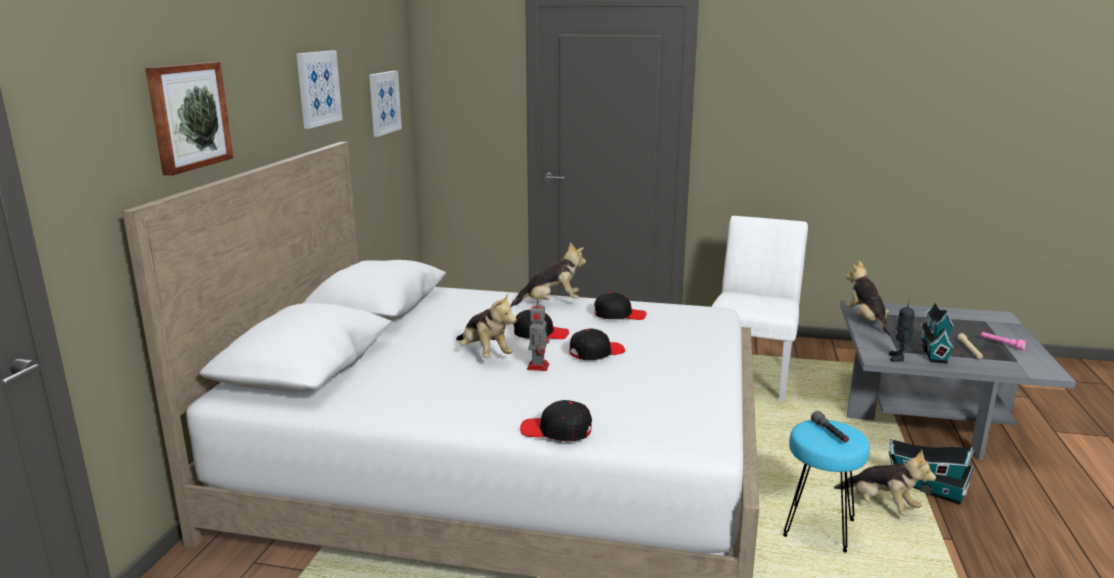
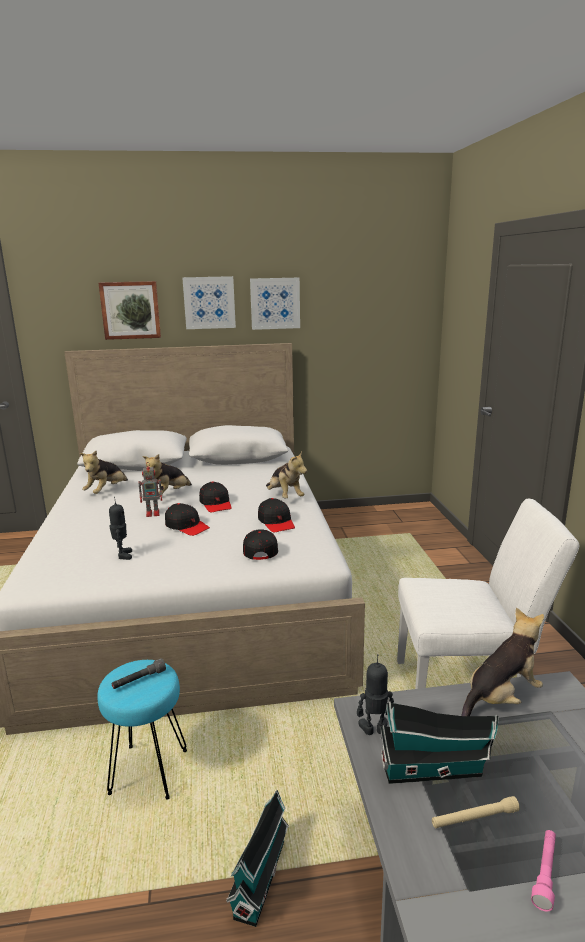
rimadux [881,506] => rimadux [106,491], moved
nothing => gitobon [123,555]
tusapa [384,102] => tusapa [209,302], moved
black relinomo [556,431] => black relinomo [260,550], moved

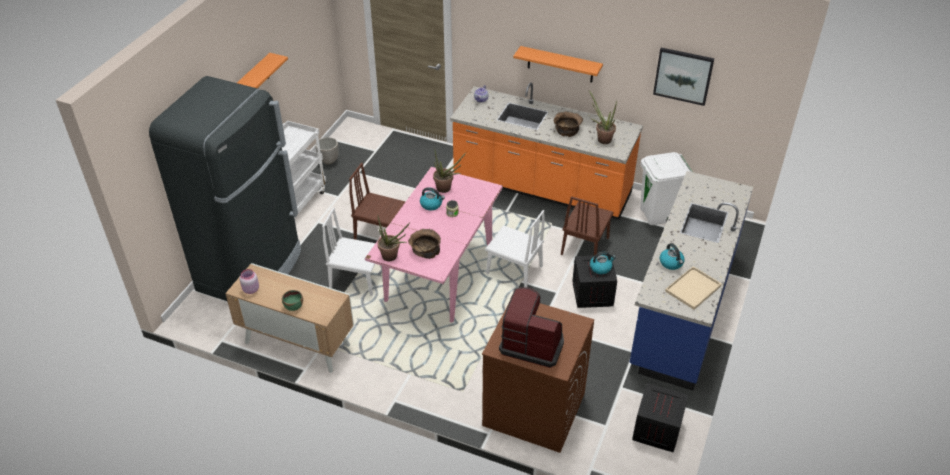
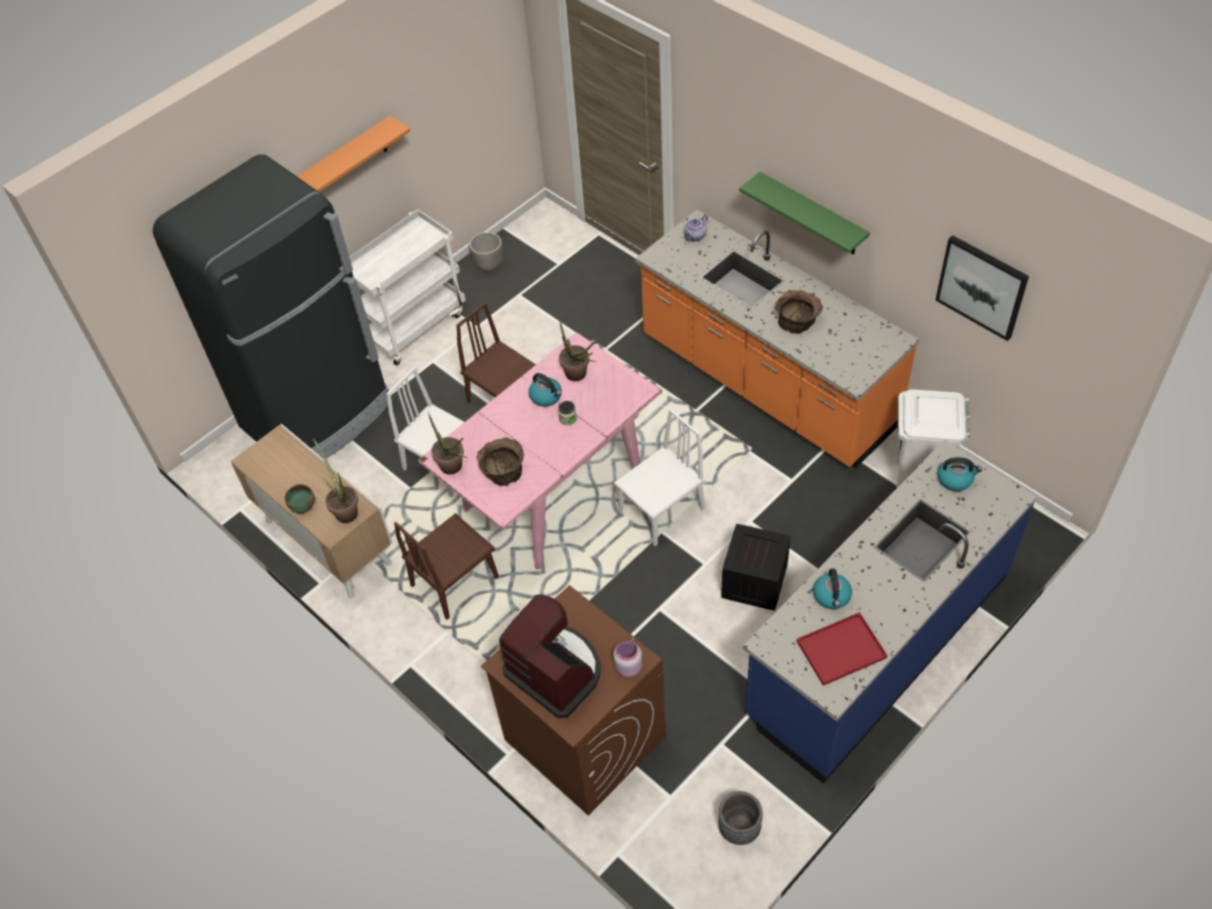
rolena [601,139] => rolena [344,510], moved
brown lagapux [585,246] => brown lagapux [455,581], moved
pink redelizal [250,289] => pink redelizal [627,667], moved
white lagapux [514,270] => white lagapux [661,510], 90 degrees counterclockwise
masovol [657,430] => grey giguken [739,828]
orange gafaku [560,64] => green gafaku [812,215]
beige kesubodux [693,289] => red kesubodux [840,651]
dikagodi [601,267] => dikagodi [955,479], moved

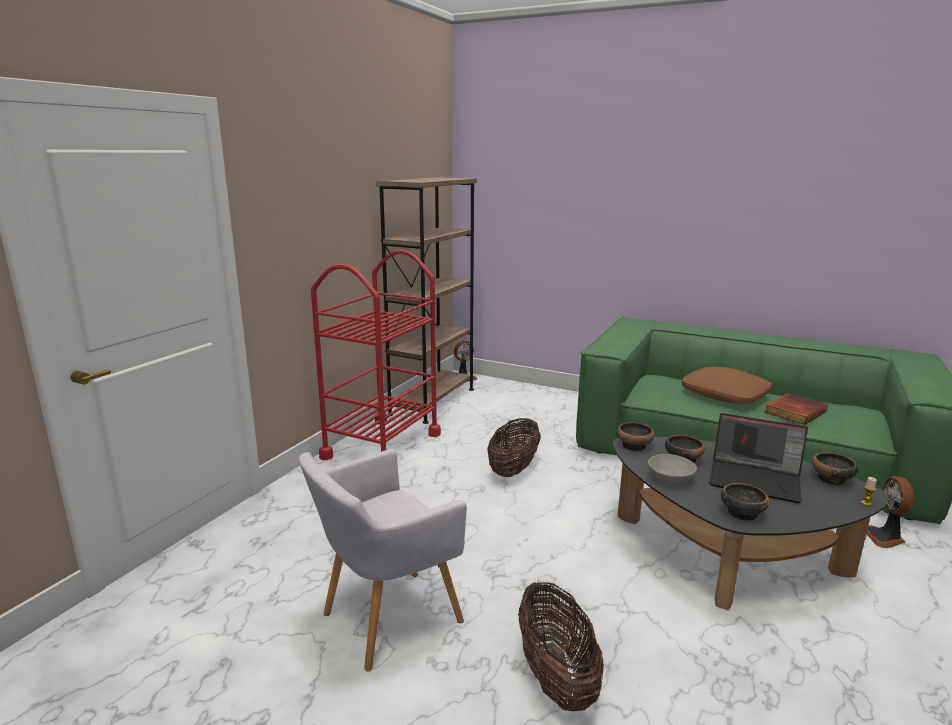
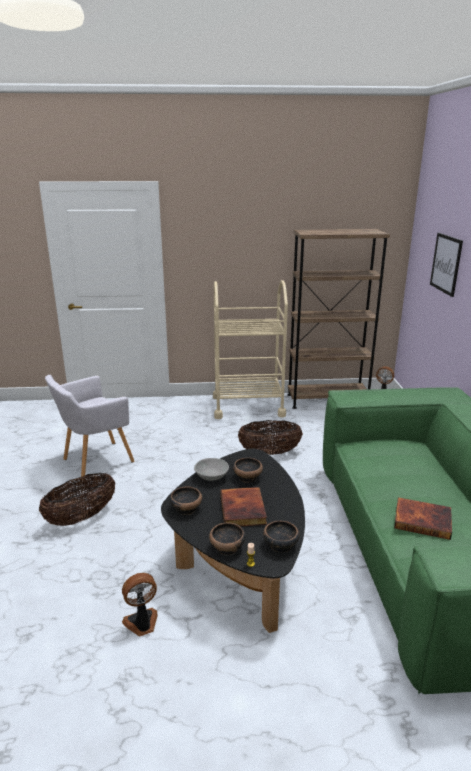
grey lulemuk [386,619] => grey lulemuk [95,461], 60 degrees counterclockwise
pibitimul [884,537] => pibitimul [142,623], moved
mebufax [634,446] => mebufax [227,547], moved
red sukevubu [382,445] => beige sukevubu [248,406]
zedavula [756,479] => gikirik [244,510]
nothing => tusapa [446,264]
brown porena [725,395] => nothing

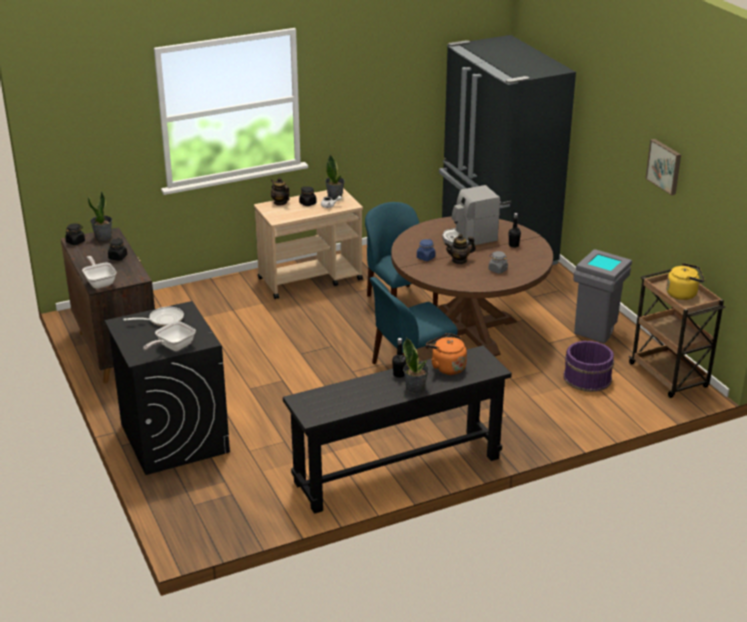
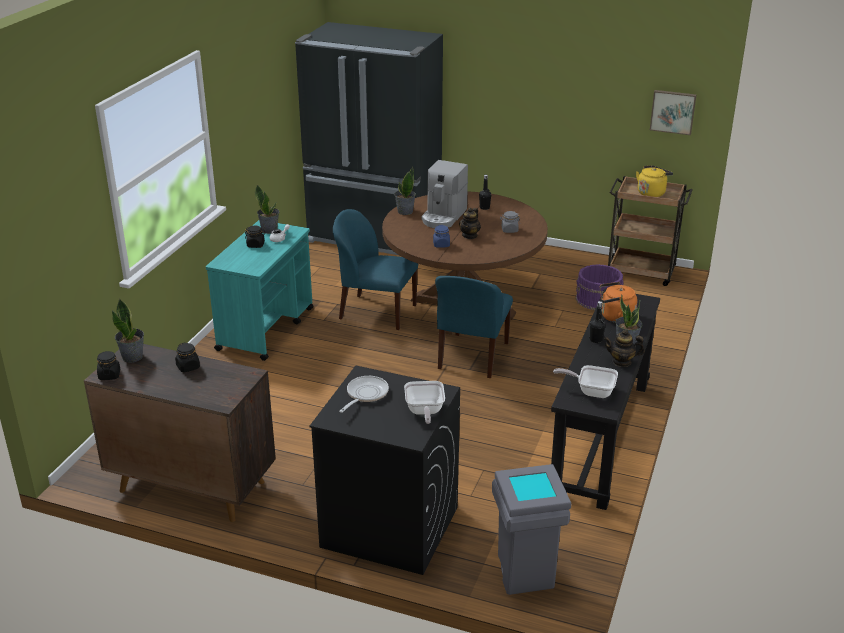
beige sukevubu [311,279] => turquoise sukevubu [266,328]
nothing => rolena [405,211]
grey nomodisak [596,331] => grey nomodisak [524,574], moved
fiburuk [100,282] => fiburuk [591,391], moved
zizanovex [280,202] => zizanovex [622,362], moved
tusapa [665,166] => tusapa [673,111], moved

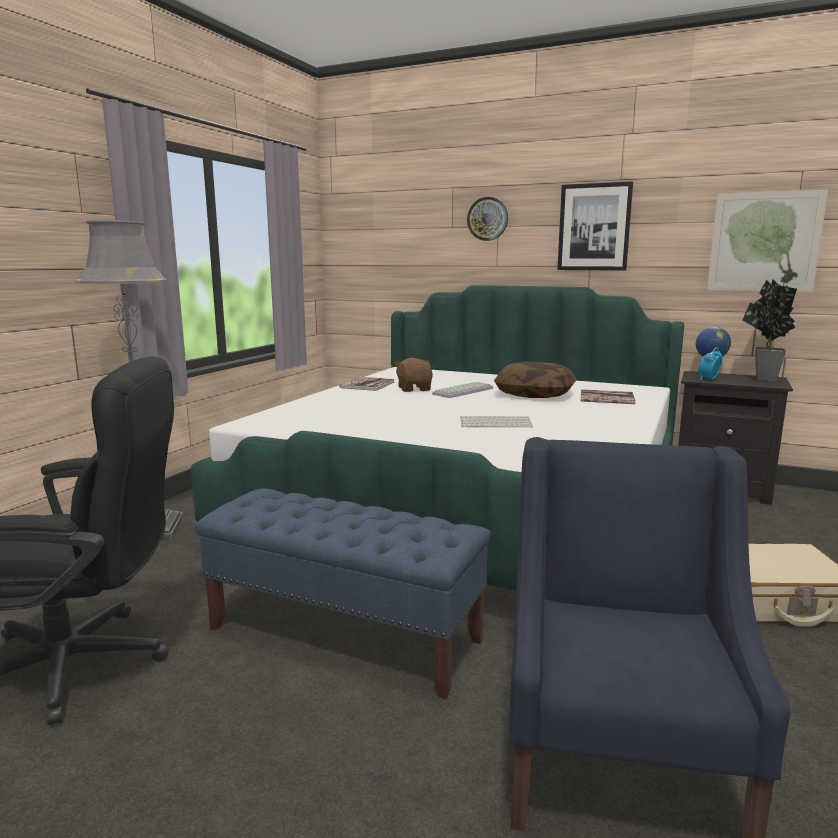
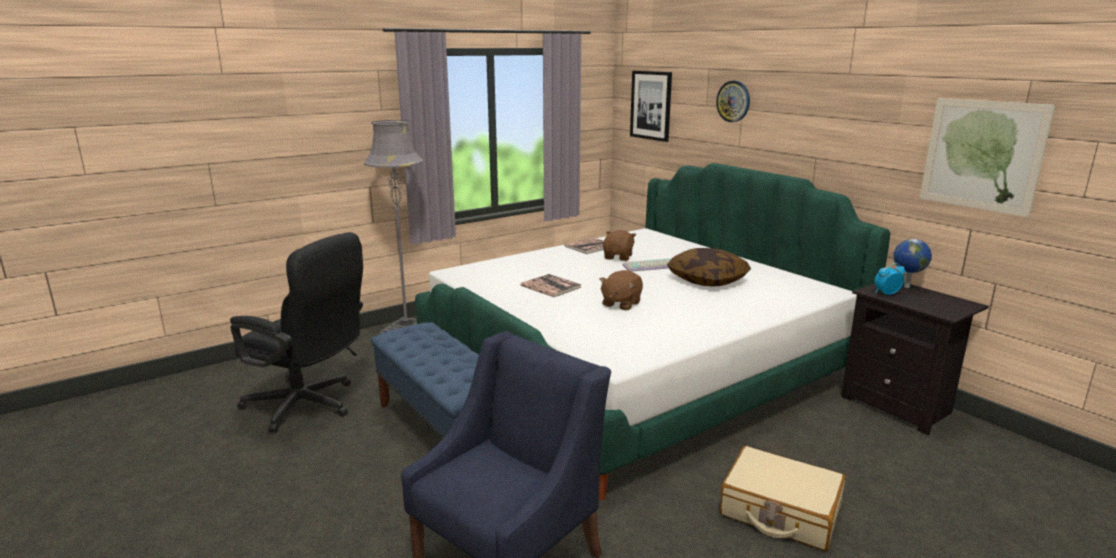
gikirik [606,398] => gikirik [551,286], moved
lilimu [496,423] => brown rimadux [620,304]
tusapa [594,227] => tusapa [651,105], moved
rolena [763,379] => nothing

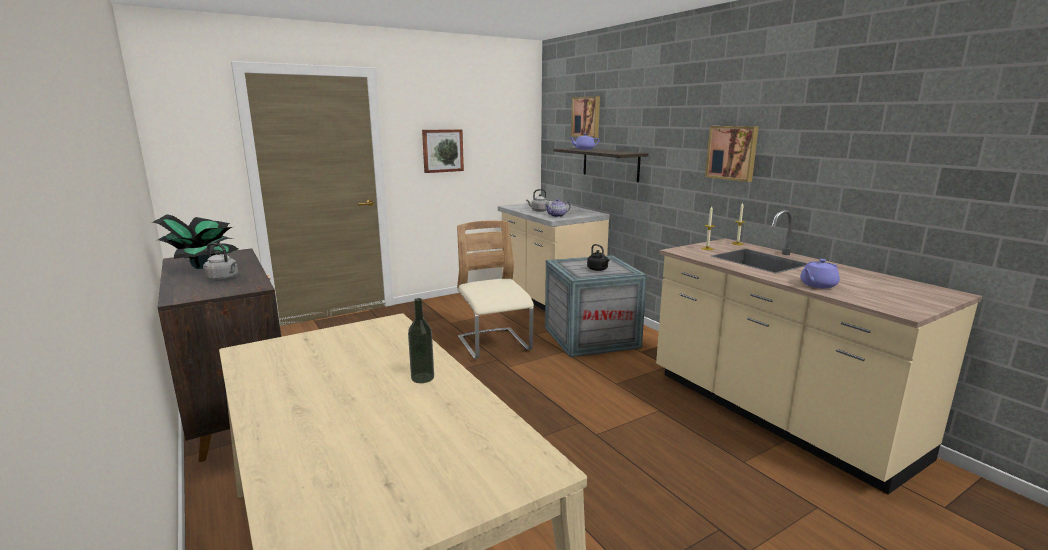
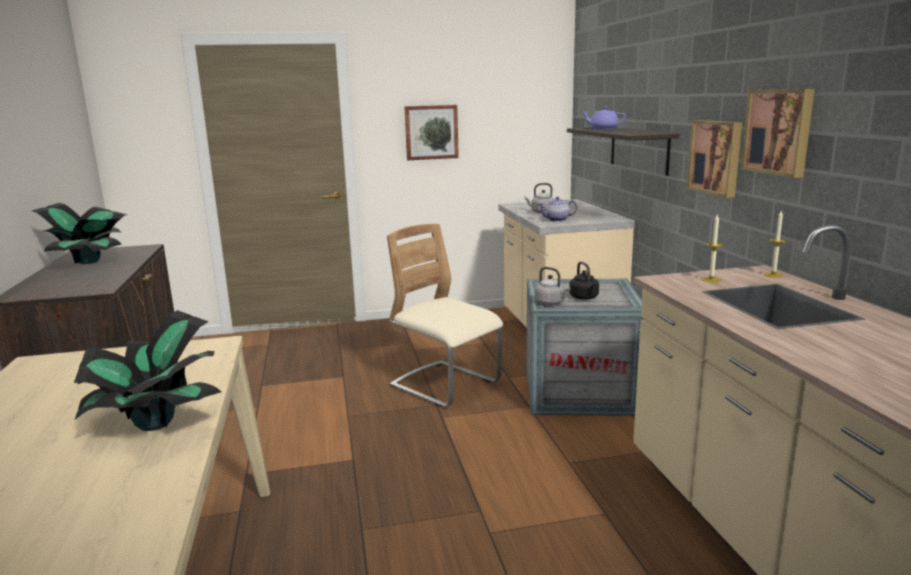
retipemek [422,378] => rolena [155,424]
beige lagapux [494,345] => beige lagapux [445,385], 45 degrees counterclockwise
grey dikagodi [224,279] => grey dikagodi [551,303], moved
tusapa [586,117] => tusapa [716,157], moved
purple zizanovex [817,285] => nothing

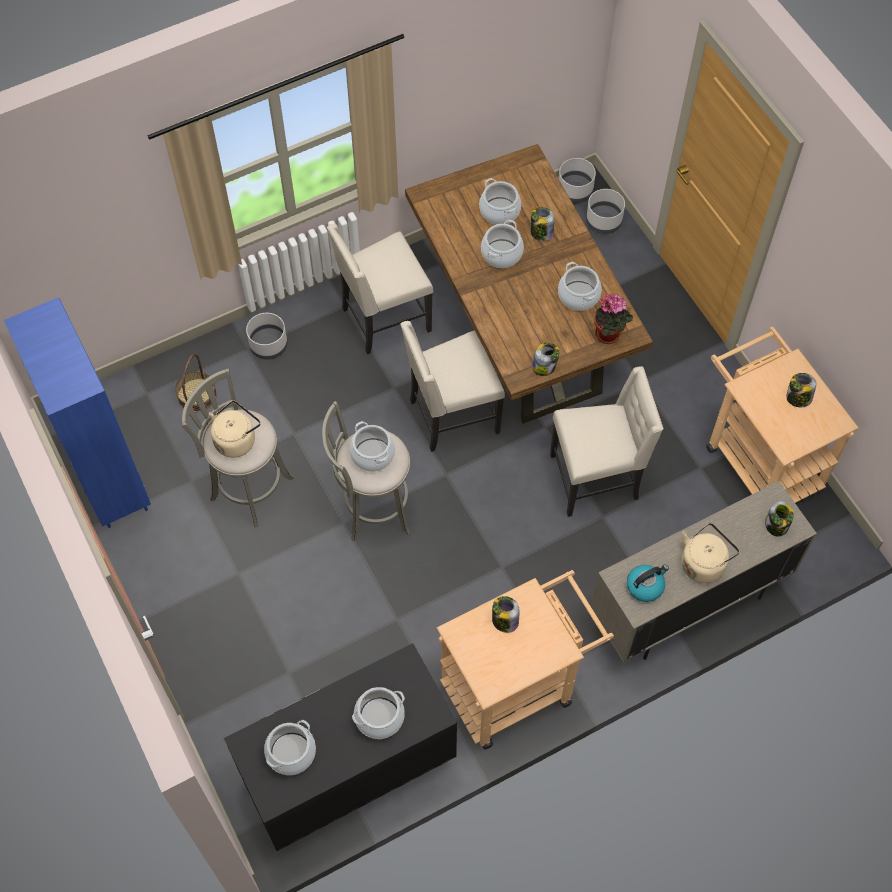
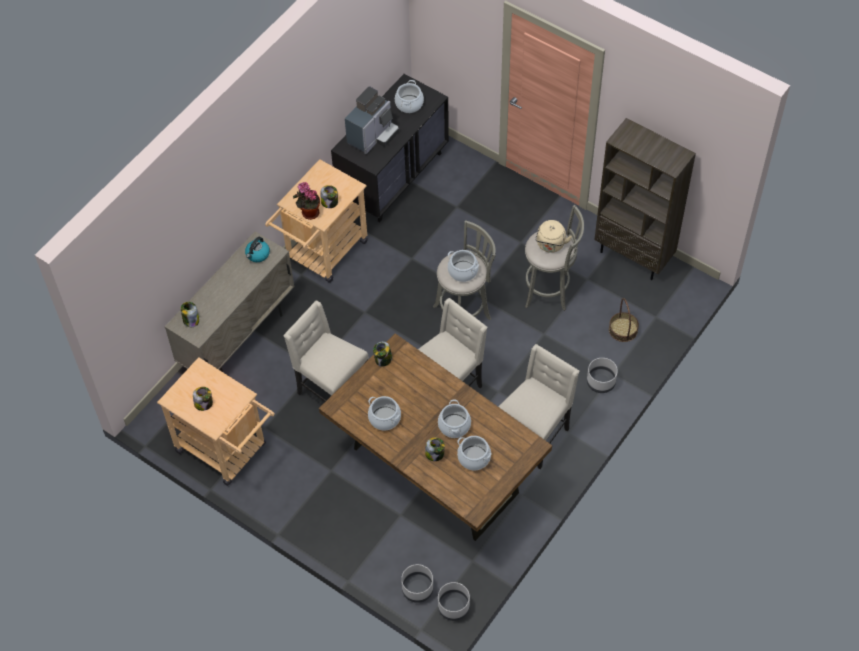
beige lagapux [596,478] => beige lagapux [331,390], 75 degrees clockwise
rolena [609,335] => rolena [308,213], moved
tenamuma [379,717] => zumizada [373,136]
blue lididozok [110,484] => brown lididozok [634,256]
beige dikagodi [704,562] => nothing

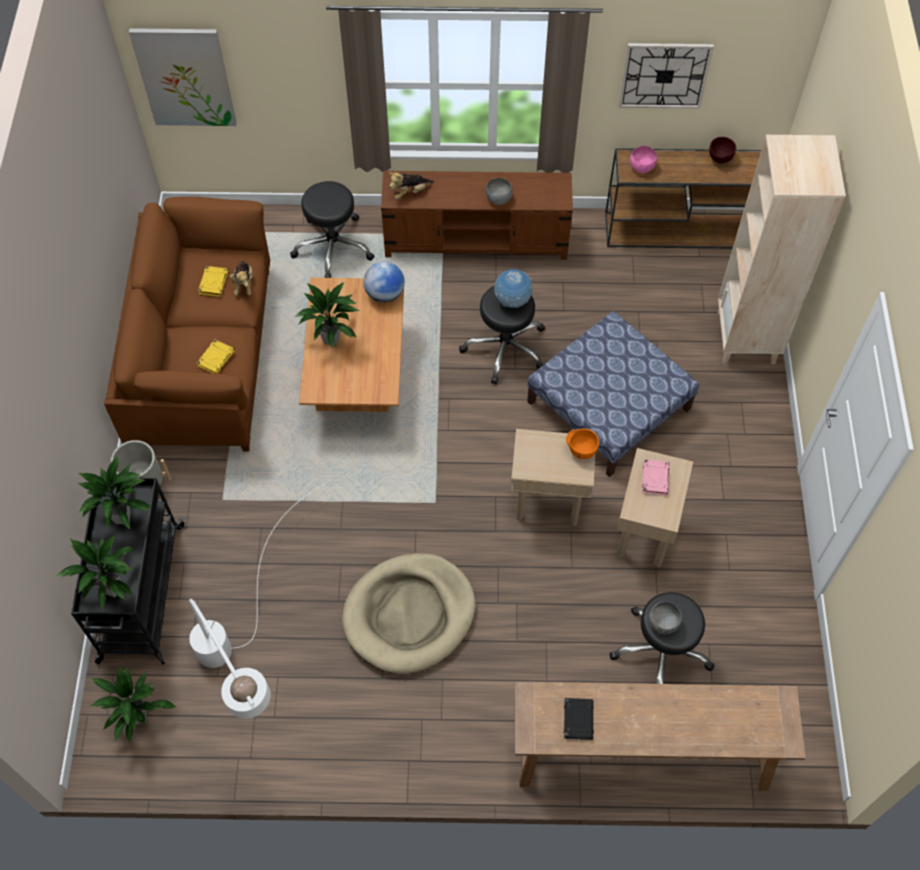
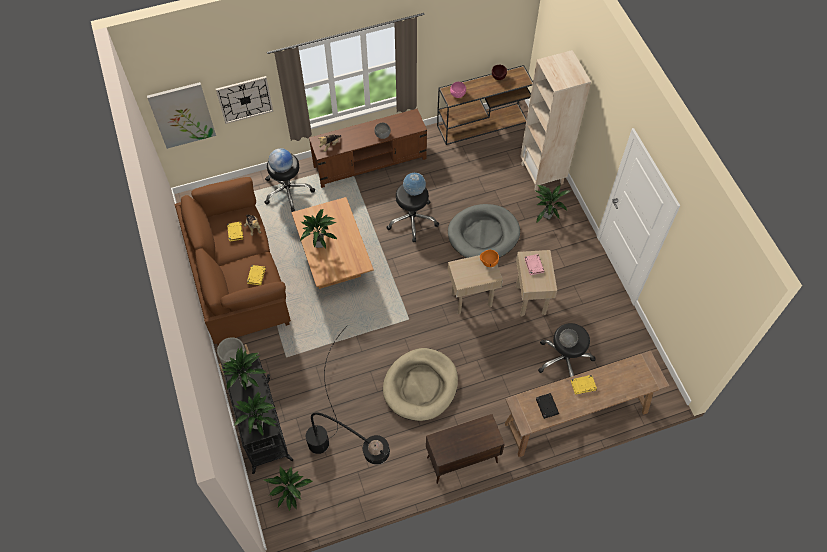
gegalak [664,75] => gegalak [245,99], moved
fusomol [385,294] => fusomol [282,167], moved
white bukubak [252,674] => black bukubak [346,449]
nothing => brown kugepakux [461,460]
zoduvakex [610,406] => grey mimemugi [483,234]
nothing => rolena [547,215]
nothing => yellow gikirik [583,385]

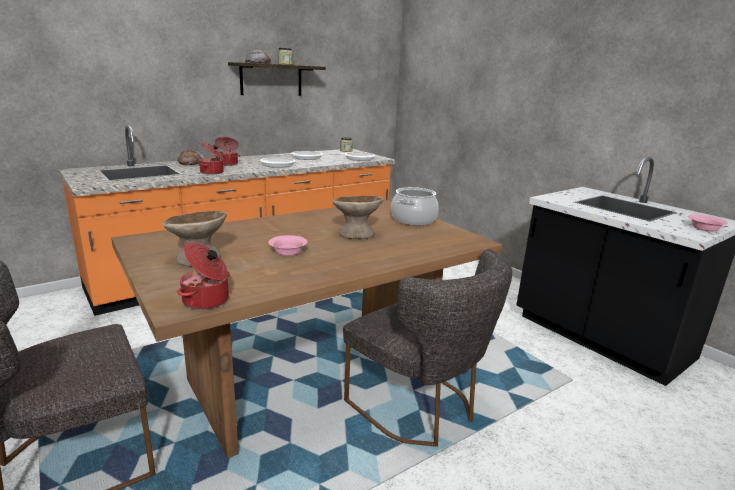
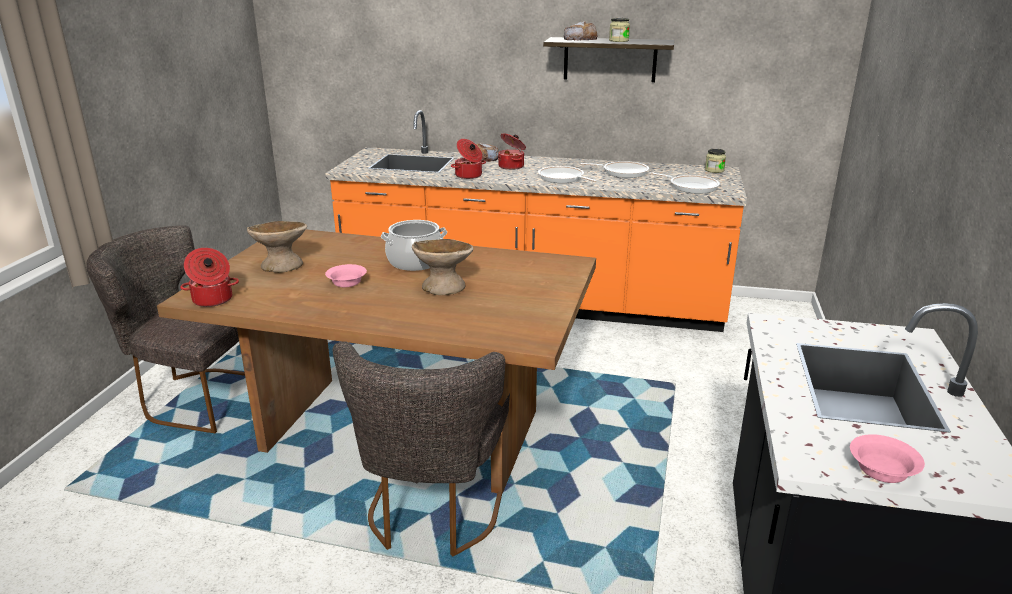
tenamuma [414,220] => tenamuma [415,262], moved

